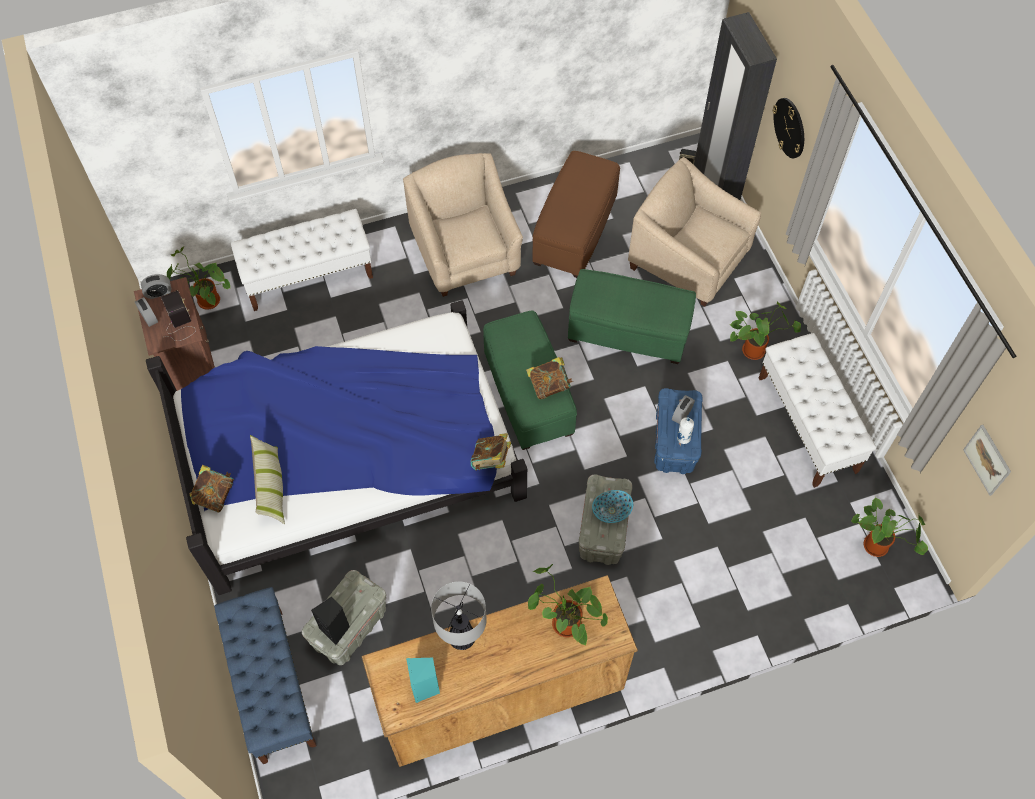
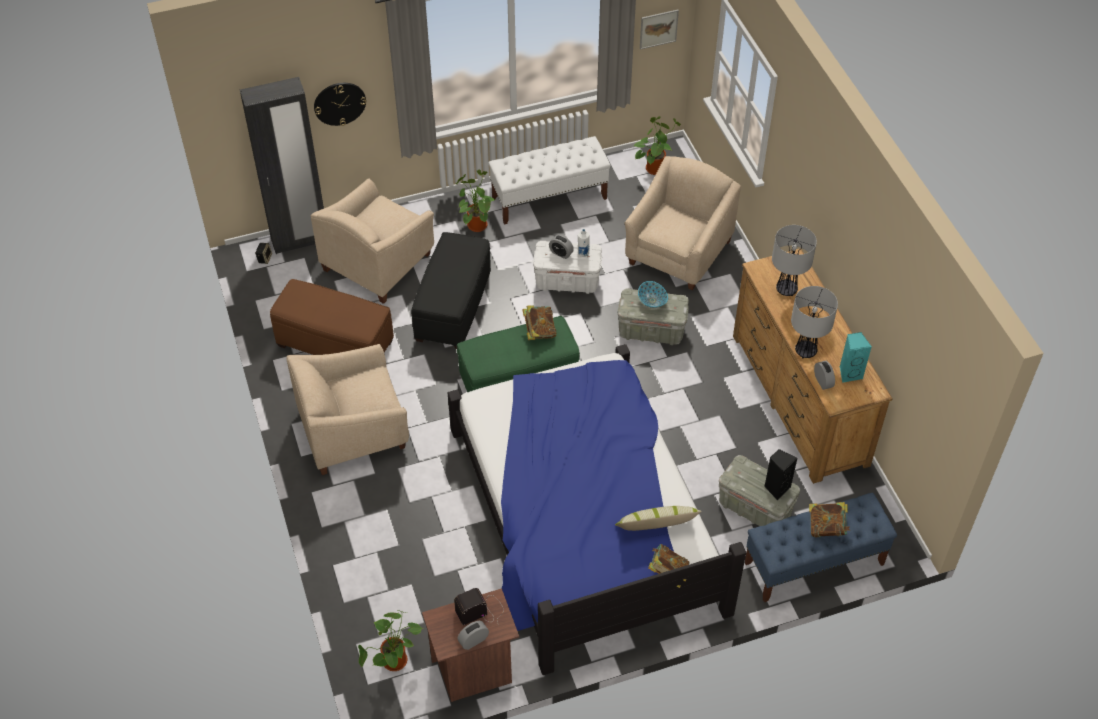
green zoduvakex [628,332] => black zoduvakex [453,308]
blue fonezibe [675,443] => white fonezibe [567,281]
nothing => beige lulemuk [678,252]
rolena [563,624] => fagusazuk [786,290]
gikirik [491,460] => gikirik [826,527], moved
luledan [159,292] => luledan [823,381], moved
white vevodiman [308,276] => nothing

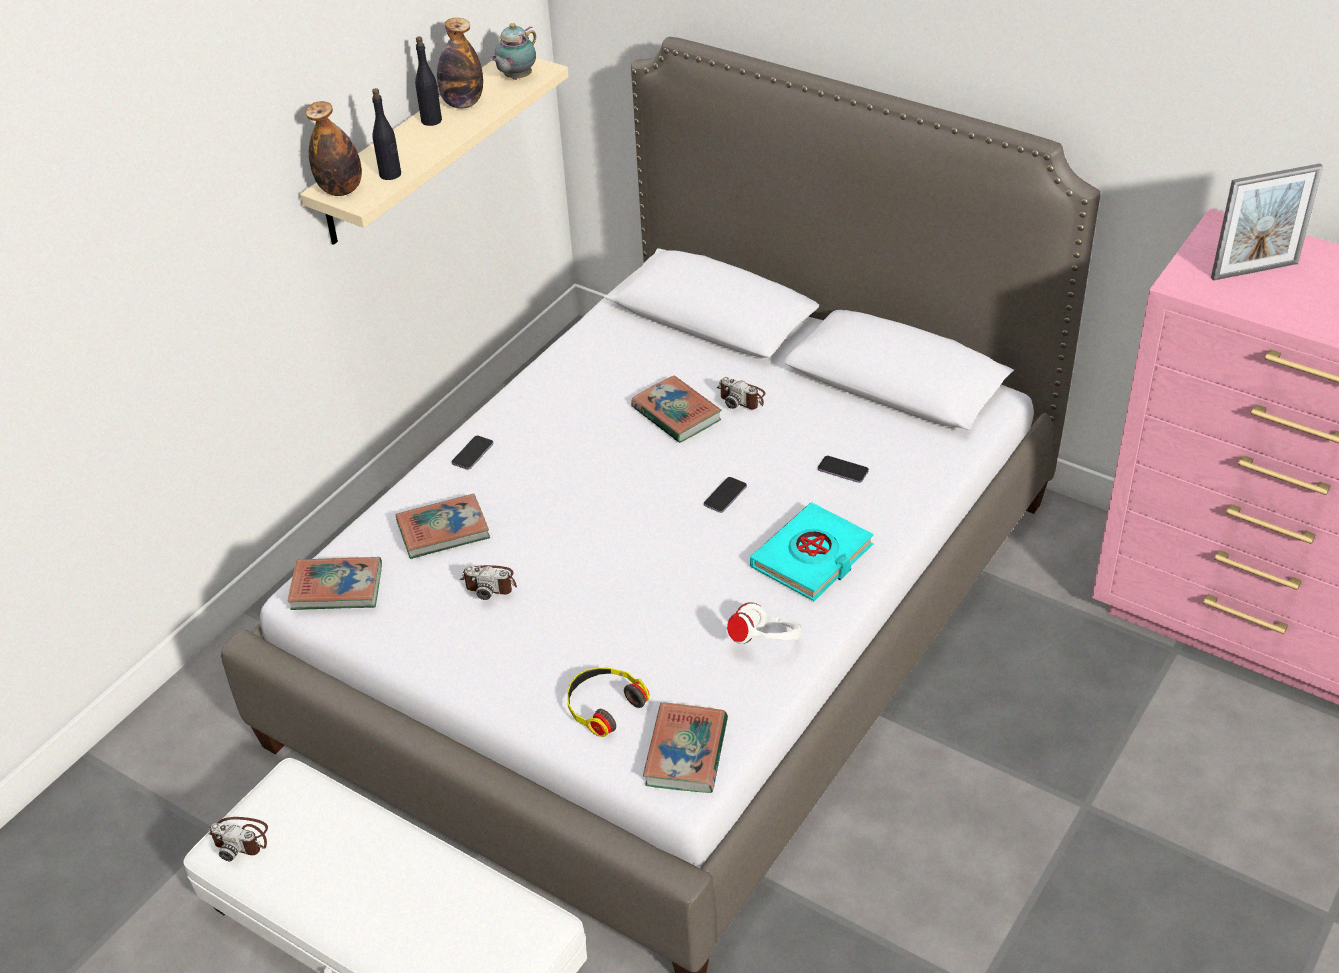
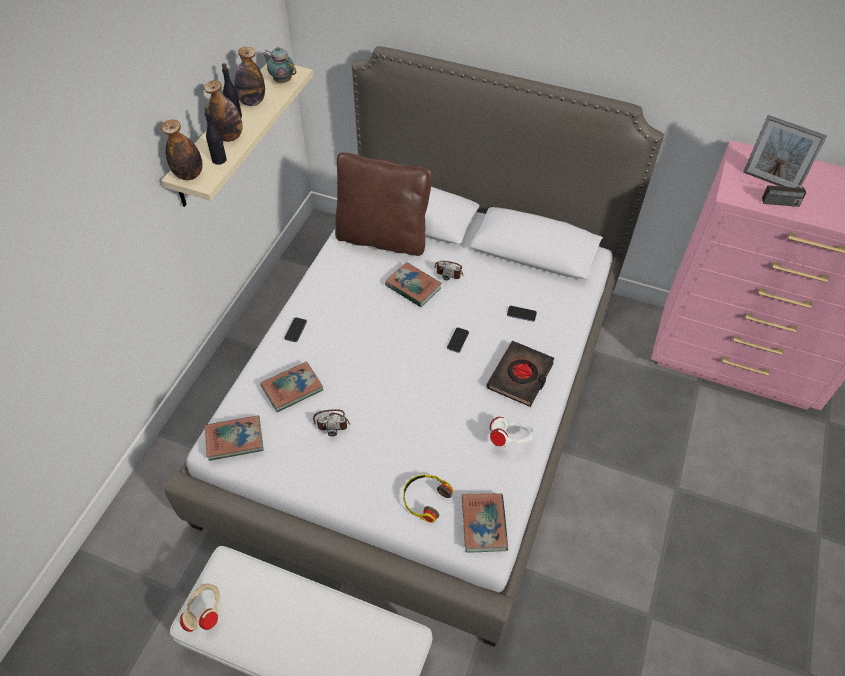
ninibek [241,838] => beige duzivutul [205,612]
nothing => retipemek [229,136]
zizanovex [516,78] => zizanovex [282,80], 105 degrees clockwise
nothing => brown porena [382,238]
turquoise gikirik [812,558] => black gikirik [520,376]
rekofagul [1254,271] => rekofagul [770,181], 60 degrees clockwise
nothing => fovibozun [770,202]

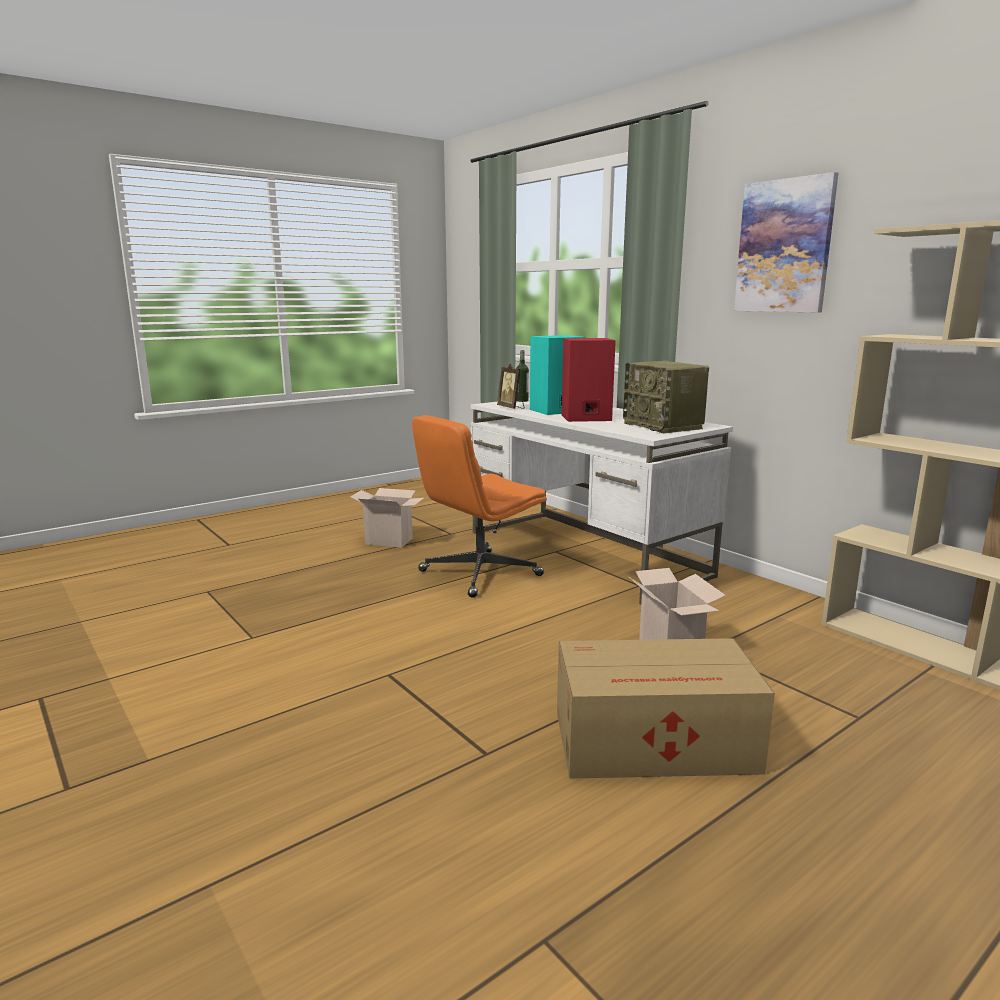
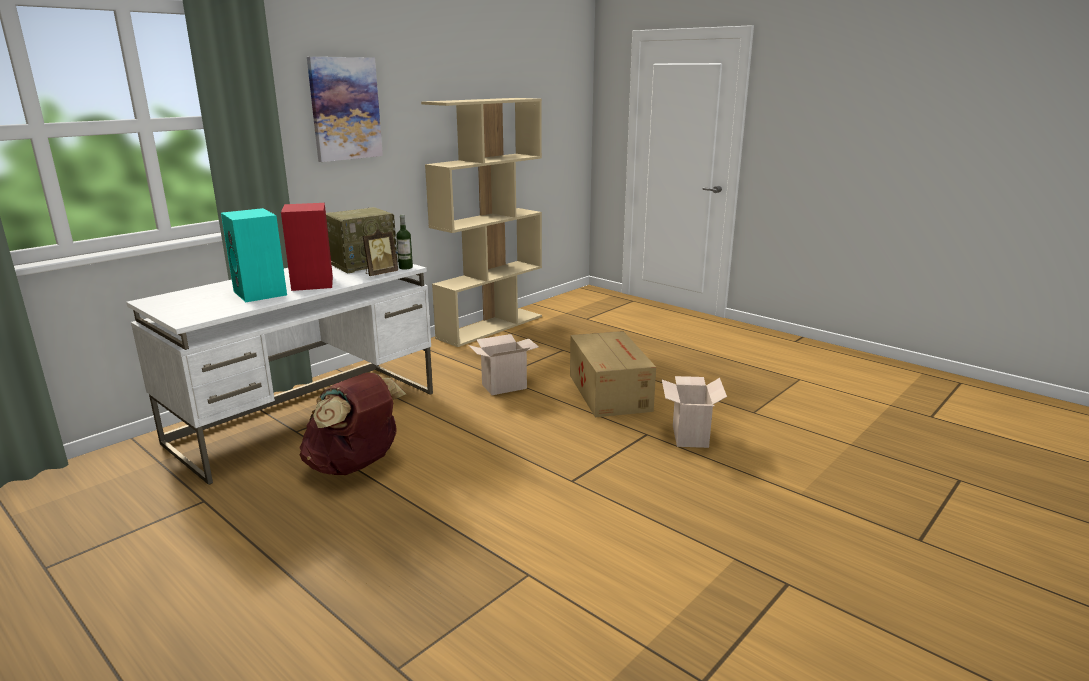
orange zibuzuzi [479,574] => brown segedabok [355,466]
rekofagul [511,408] => rekofagul [380,273], moved
retipemek [521,400] => retipemek [405,267], moved
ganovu [390,541] => ganovu [688,435], moved

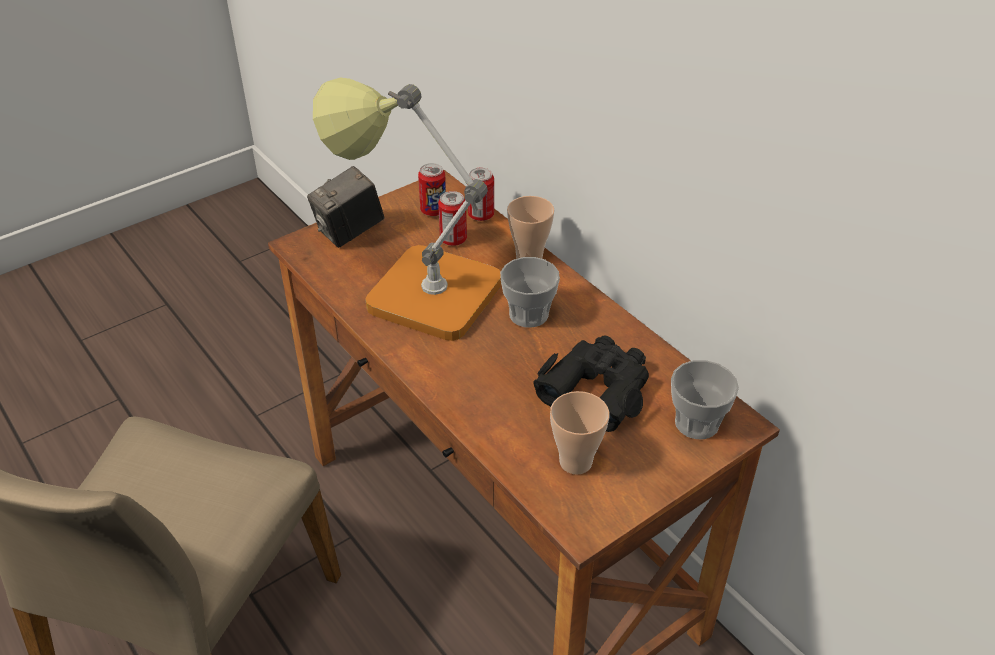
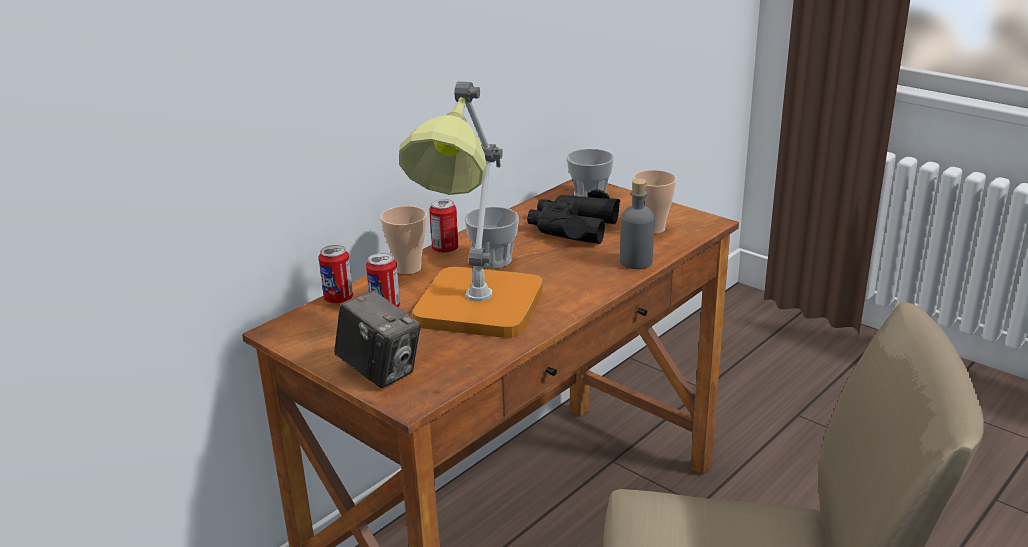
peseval [433,211] => peseval [445,249], moved
nothing => grey retipemek [636,262]

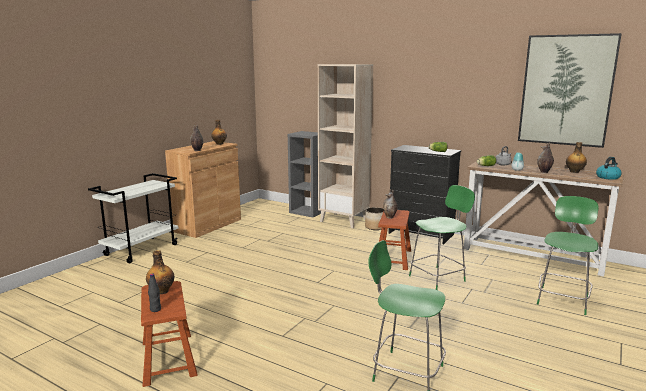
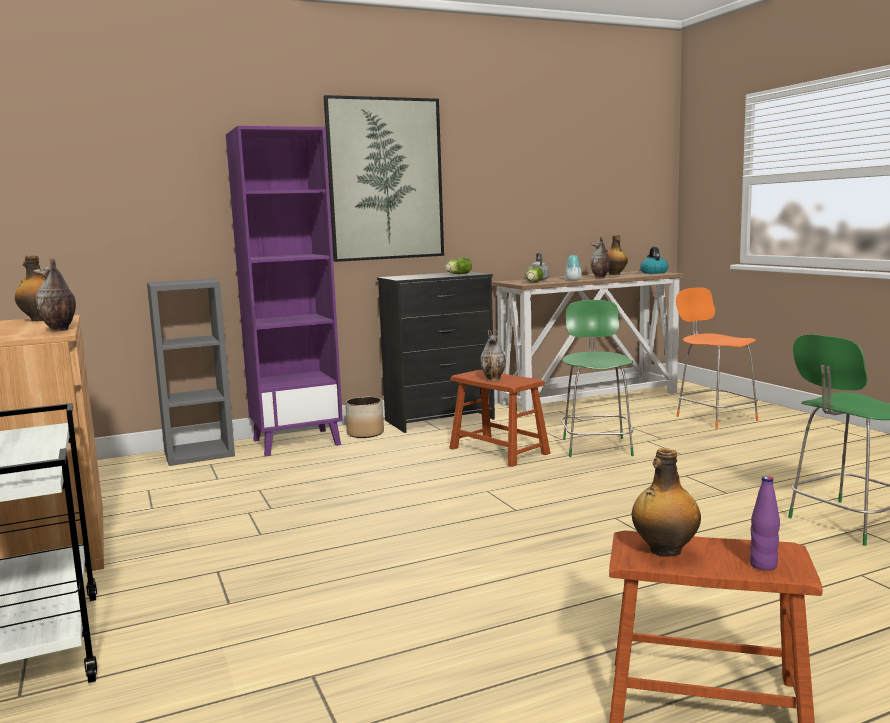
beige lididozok [344,220] => purple lididozok [297,442]
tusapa [566,90] => tusapa [385,179], moved
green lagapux [562,299] => orange lagapux [714,418]
black retipemek [155,309] => purple retipemek [763,565]

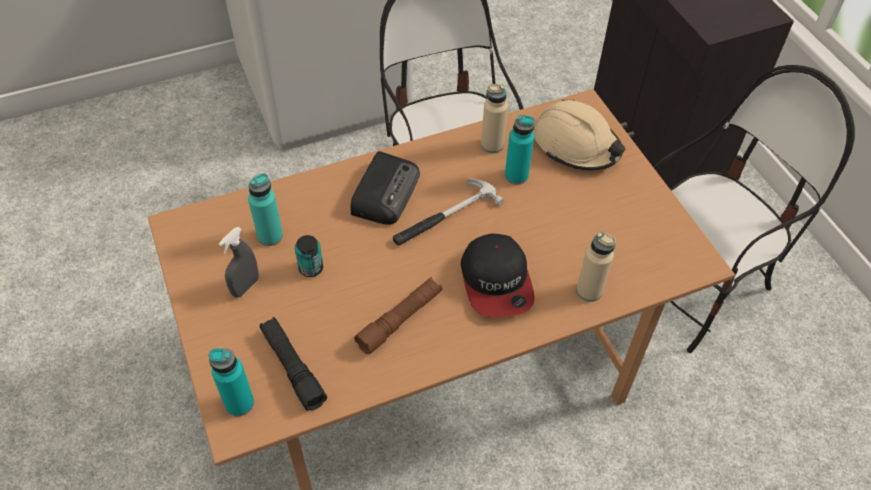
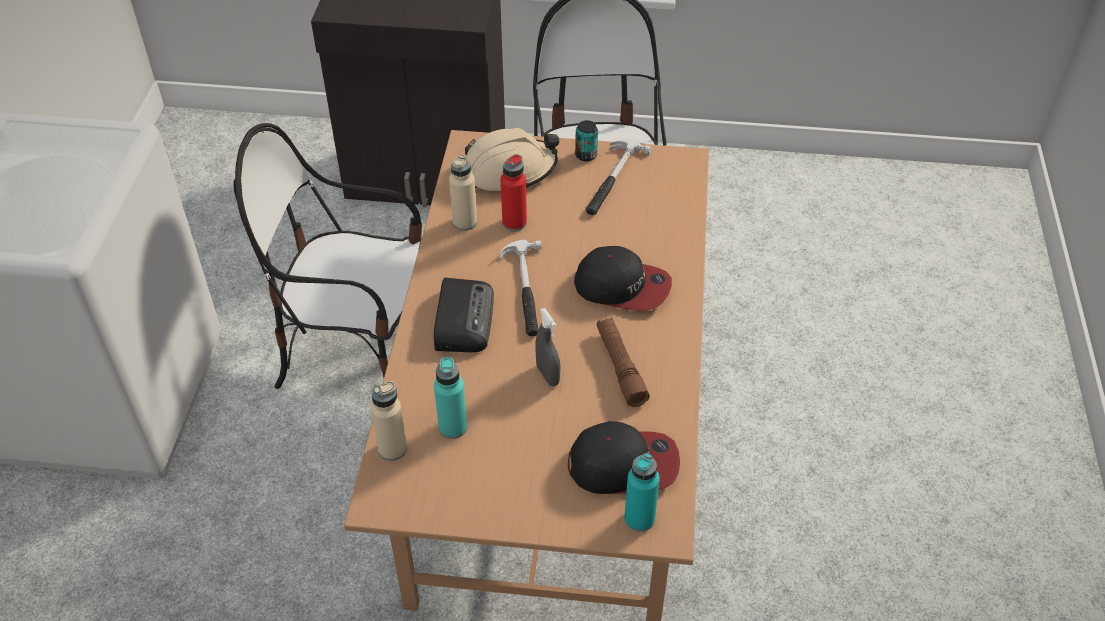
beige retipemek [589,291] => beige retipemek [392,449], moved
fovibozun [385,192] => fovibozun [463,319], 45 degrees clockwise
turquoise retipemek [516,176] => red retipemek [514,223]
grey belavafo [245,287] => grey belavafo [548,375], moved
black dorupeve [292,367] => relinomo [623,464]
peseval [311,268] => peseval [586,155], moved
nothing => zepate [612,179]

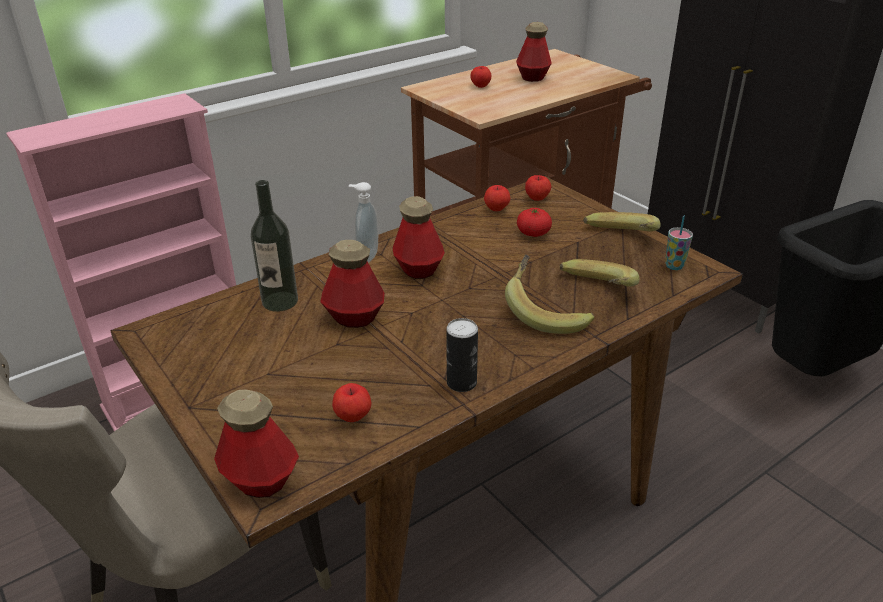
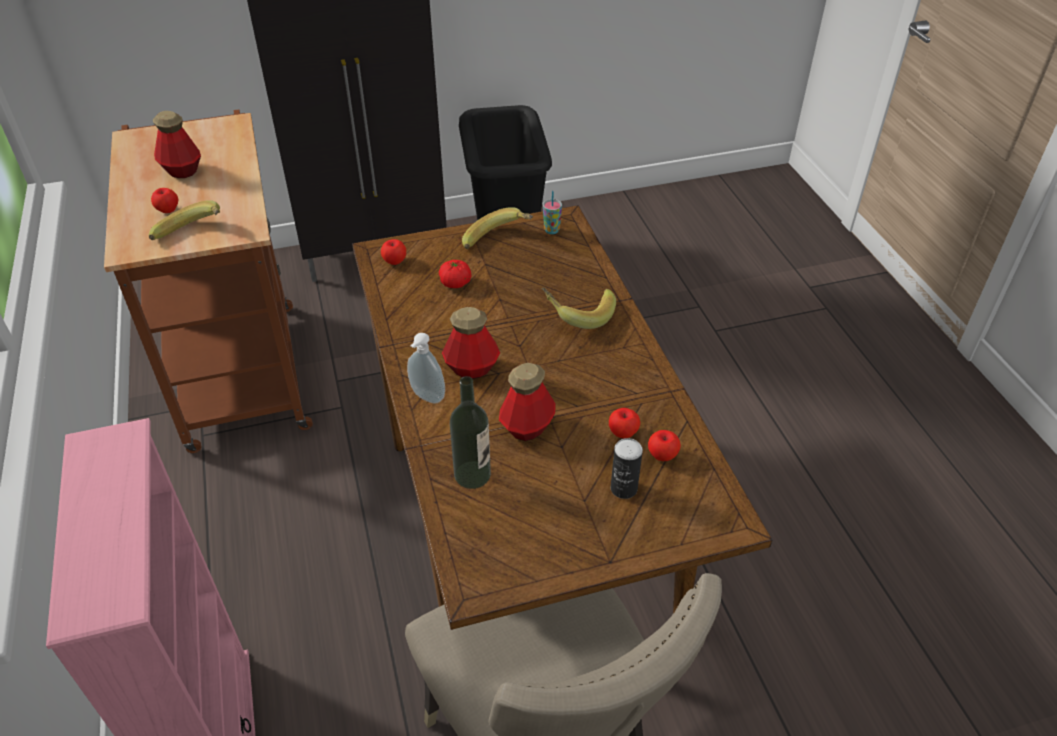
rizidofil [594,293] => rizidofil [193,236], moved
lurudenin [496,209] => lurudenin [623,433], moved
peseval [461,382] => peseval [623,488], moved
retipemek [261,480] => nothing

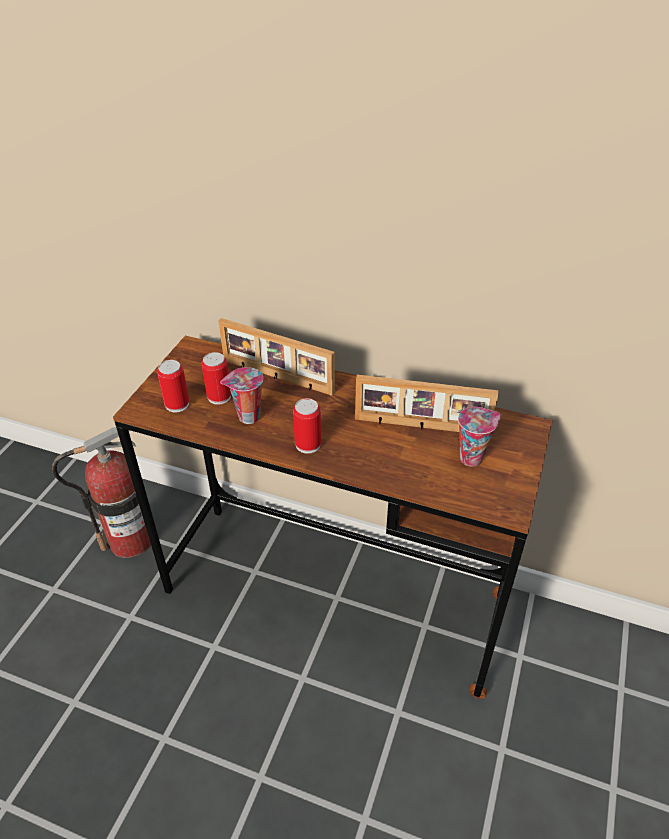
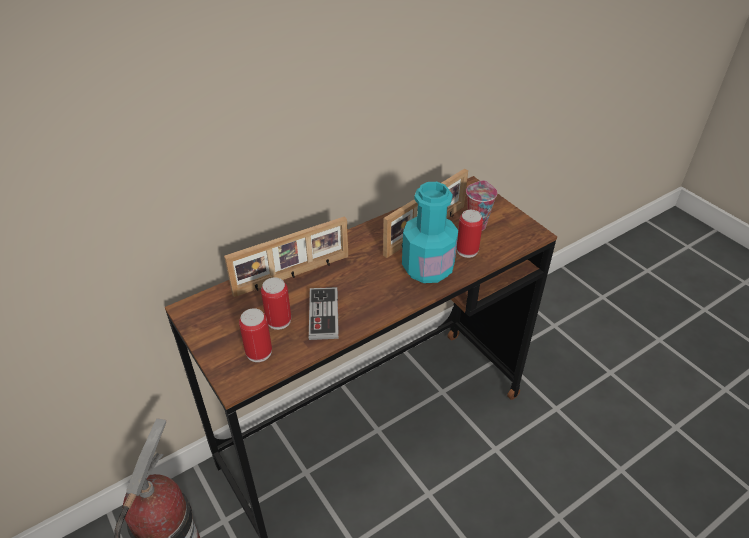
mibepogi [247,417] => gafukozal [323,314]
nothing => turquoise retipemek [427,268]
peseval [308,444] => peseval [467,250], moved

